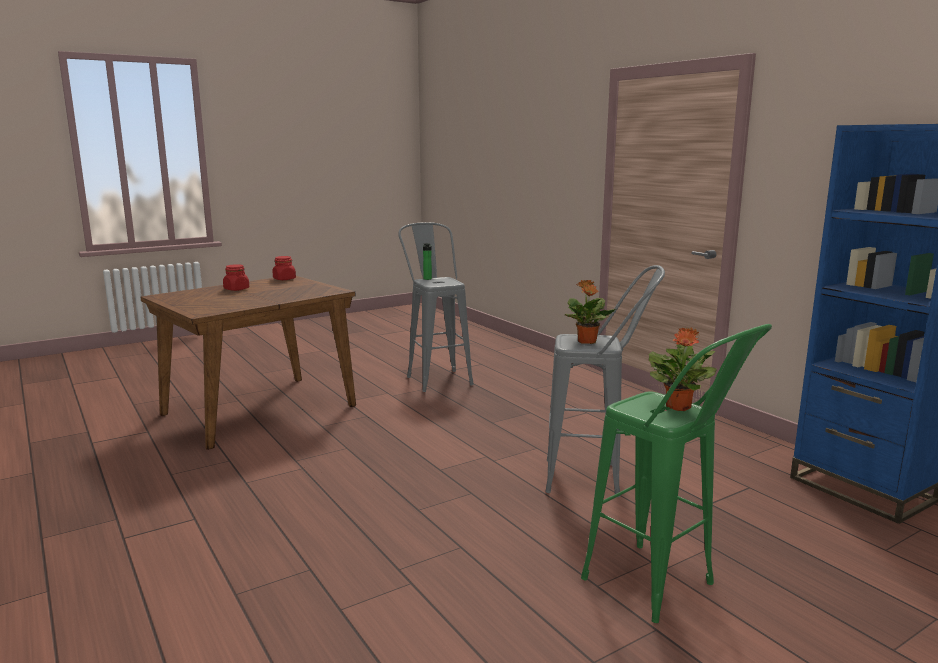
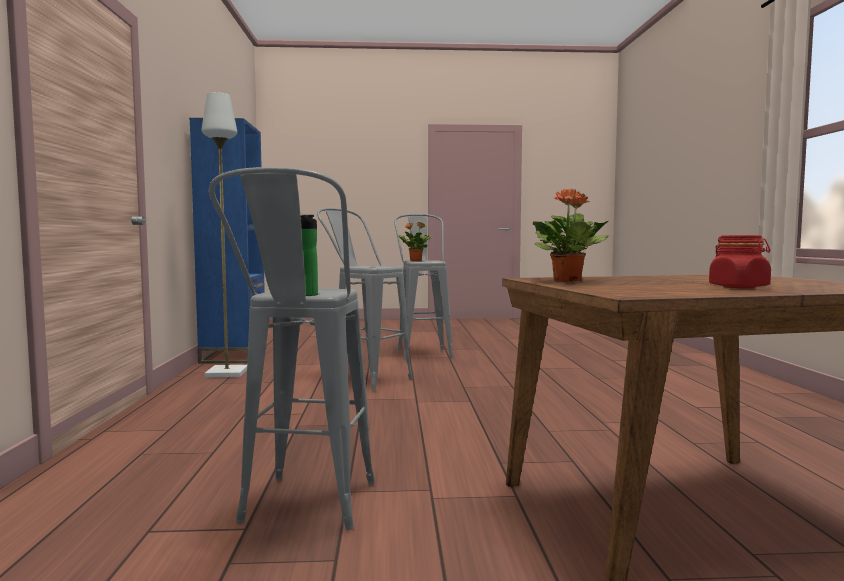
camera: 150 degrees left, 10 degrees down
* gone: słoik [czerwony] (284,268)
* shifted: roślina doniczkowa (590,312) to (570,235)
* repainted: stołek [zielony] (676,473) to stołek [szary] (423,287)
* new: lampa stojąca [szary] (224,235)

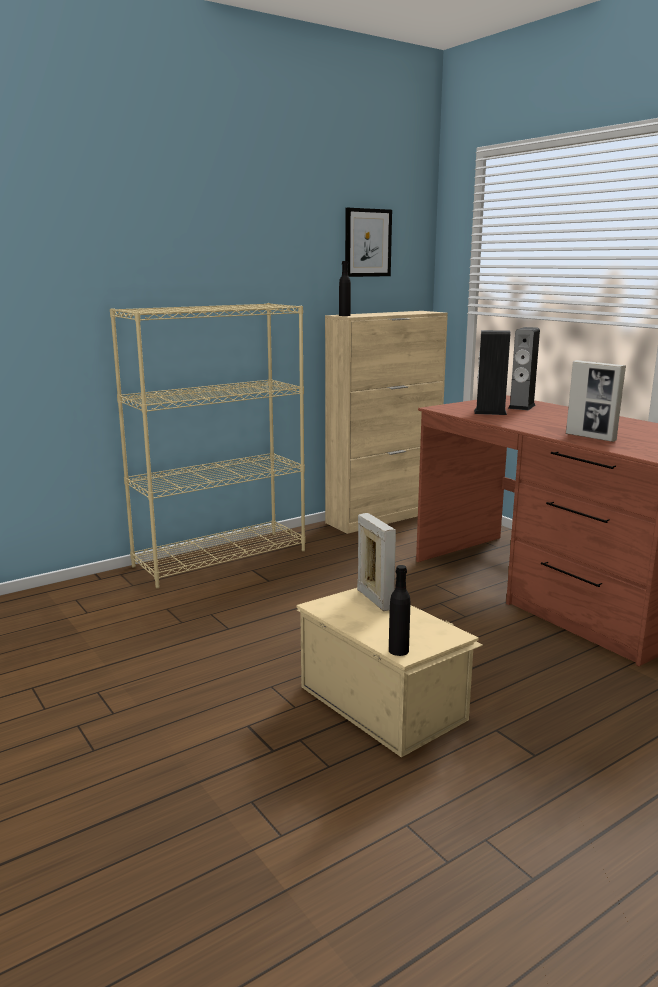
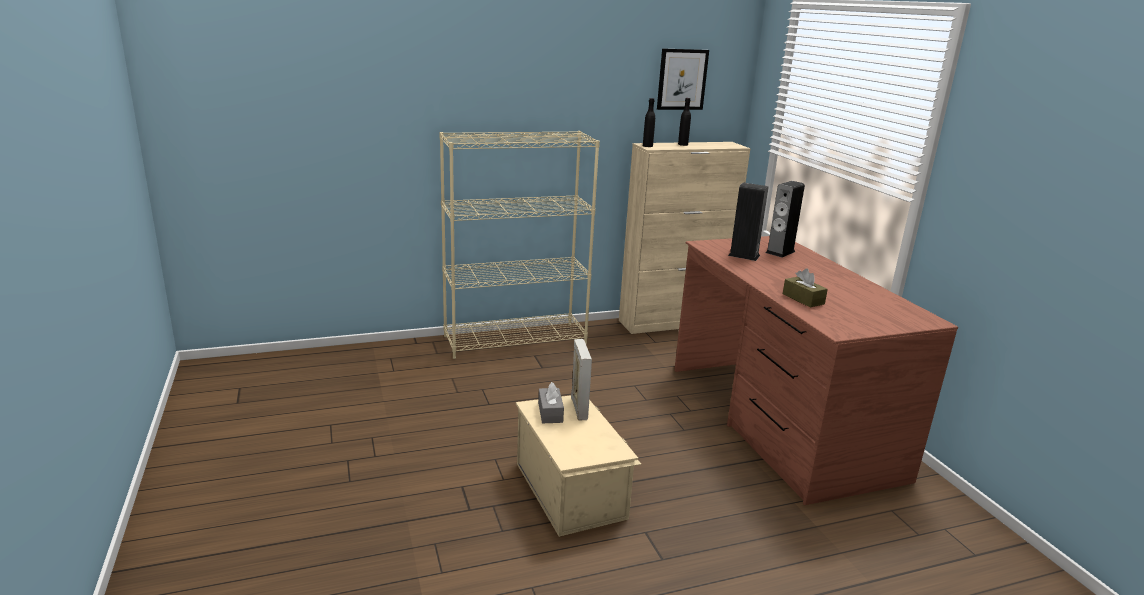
camera: 15 degrees right, 5 degrees up
* swapped: ramka na zdjęcie (596,401) to pudełko chusteczek [brązowy] (805,288)
* shifted: butelka [czarny] (399,610) to (684,122)
* new: pudełko chusteczek [szary] (551,402)

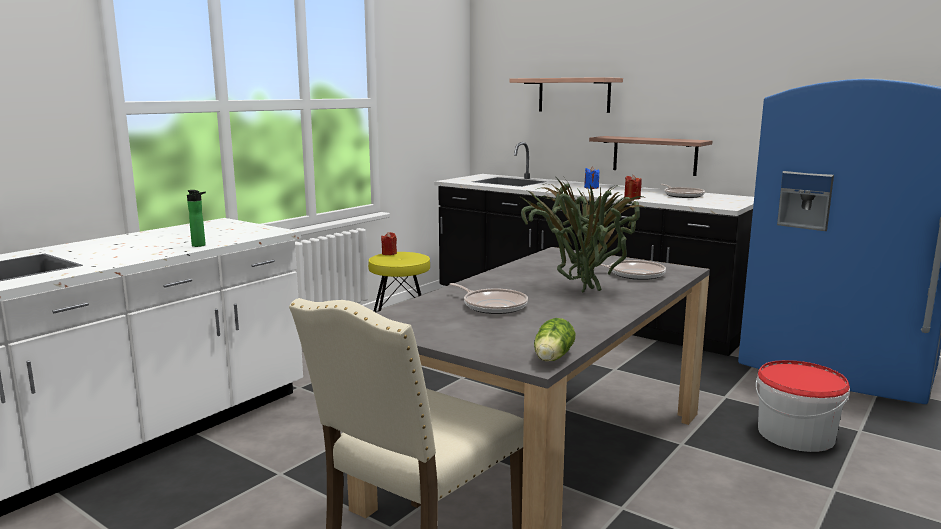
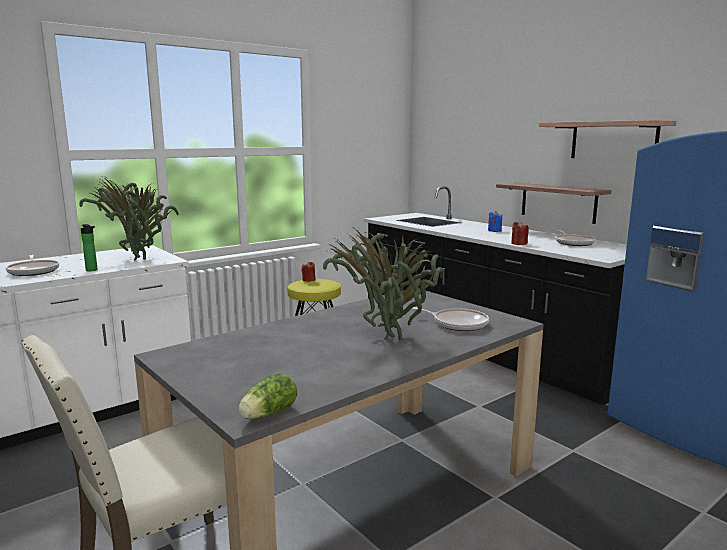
camera: 15 degrees right, 0 degrees up
* shifted: półka (566,95) to (607,139)
* shifted: patelnia (489,298) to (32,265)
* gone: wiadro (803,406)
* new: roślina doniczkowa (129,217)

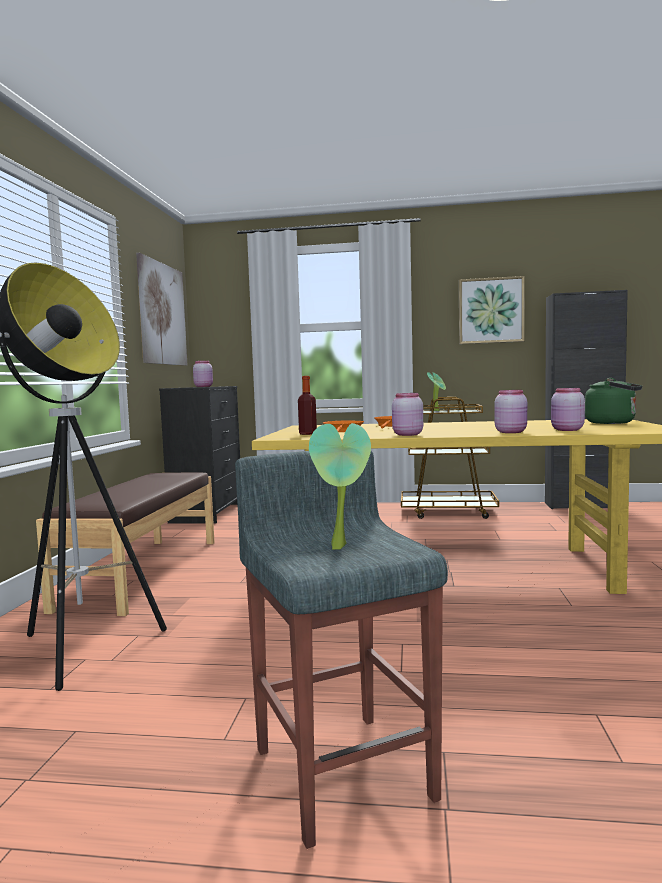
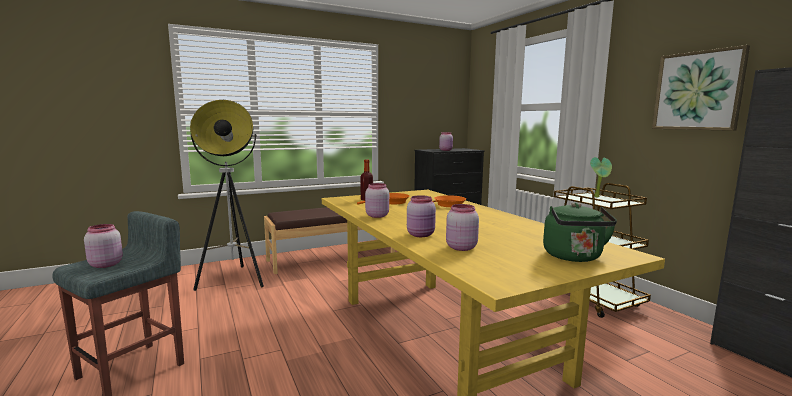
camera: 55 degrees right, 5 degrees up
* gone: obraz (161,309)
* swapped: roślina doniczkowa (340,486) to słoik [różowy] (103,246)

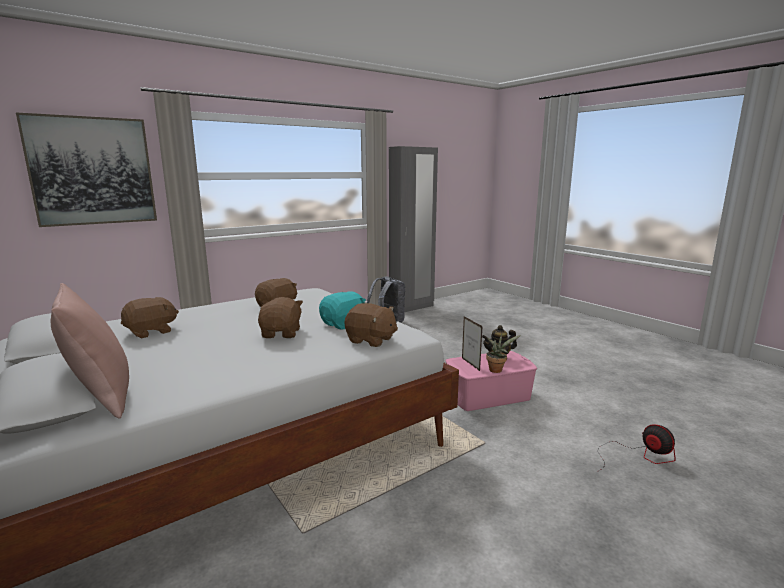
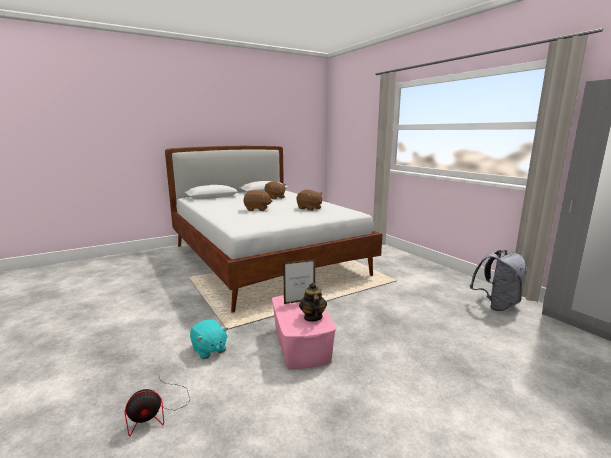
camera: 95 degrees right, 0 degrees up
* gone: obraz (86,170)
* gone: poduszka [różowy] (90,351)
* shifted: pluszak [turkusowy] (342,310) to (209,339)
* gone: pluszak [brązowy] (371,325)
* gone: roślina doniczkowa (503,353)

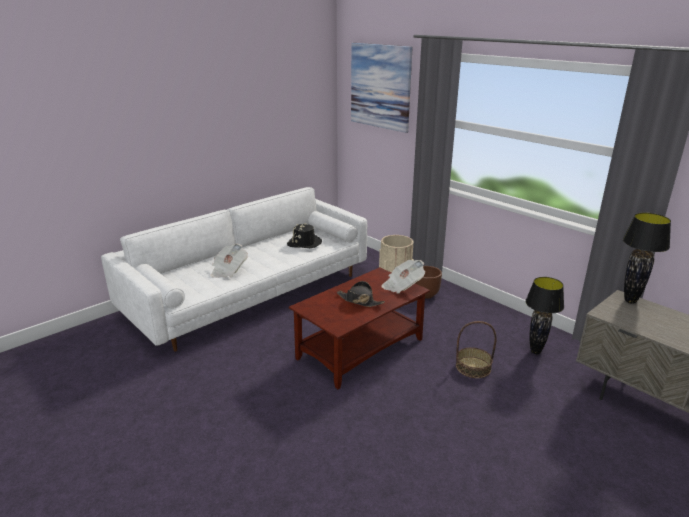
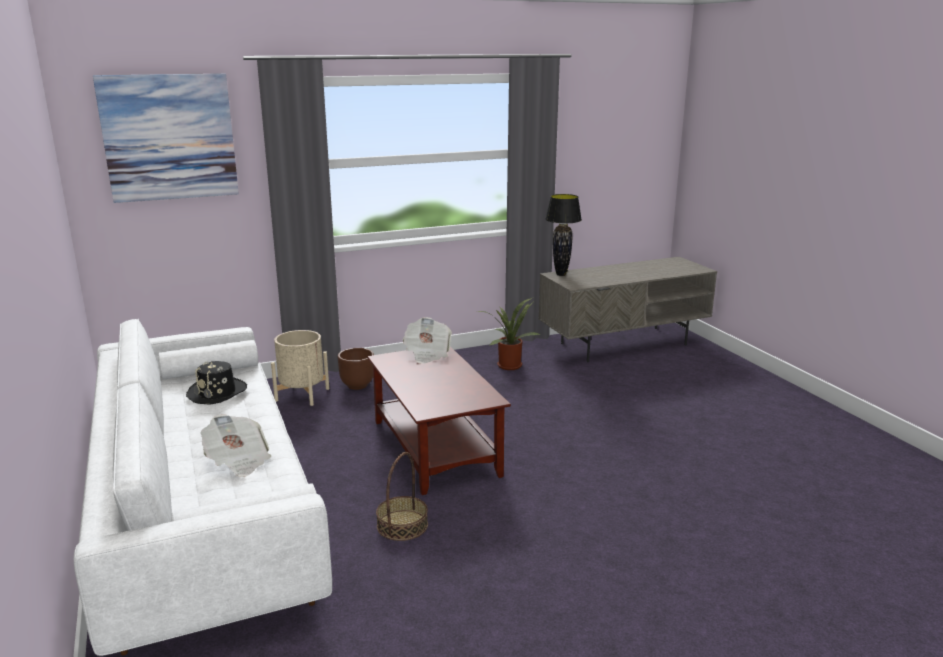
camera: 70 degrees left, 5 degrees down
* swapped: lampa stołowa [czarny] (544,315) to roślina doniczkowa (508,333)
* gone: kapelusz [czarny] (361,294)
* shifted: koszyk (476,349) to (402,496)

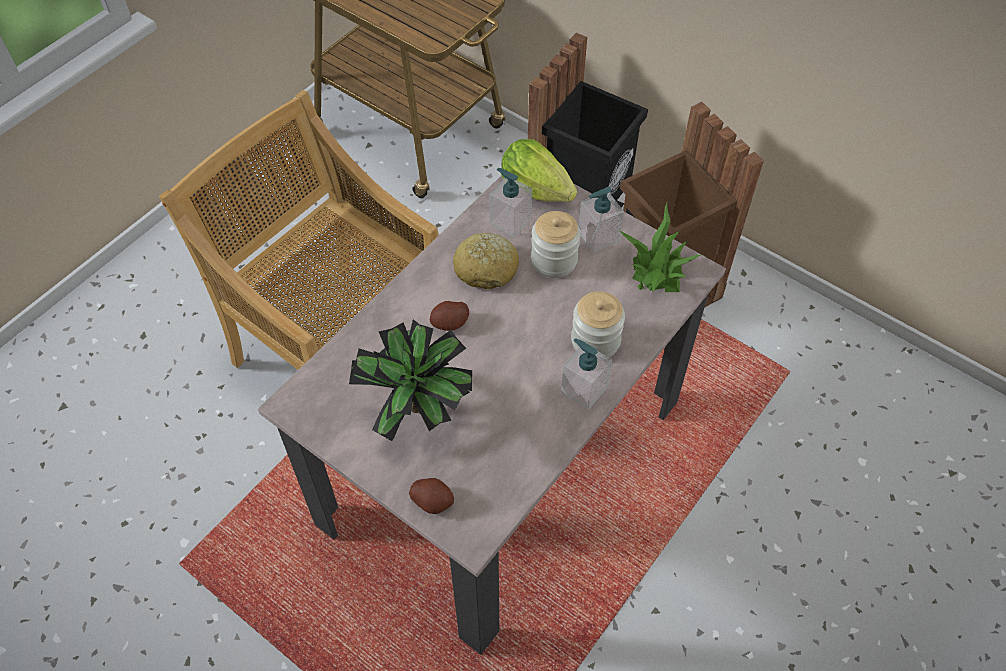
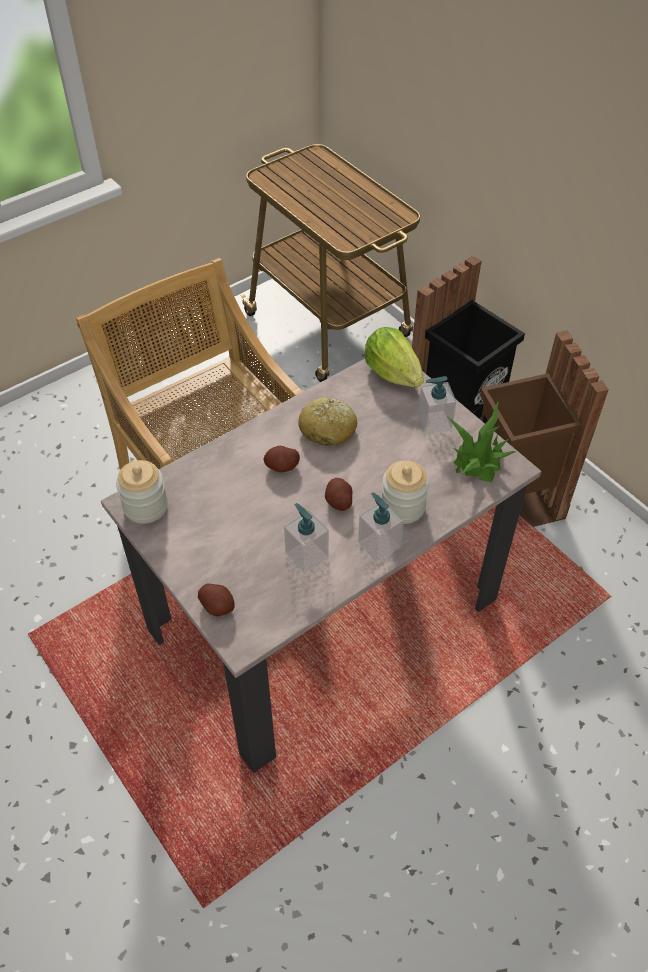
camera: 15 degrees right, 5 degrees down
* shifted: dozownik mydła (510,202) to (306,538)
* shifted: słoik (556,244) to (142,492)
* gone: roślina doniczkowa (410,380)
* new: ziemniak (339,494)

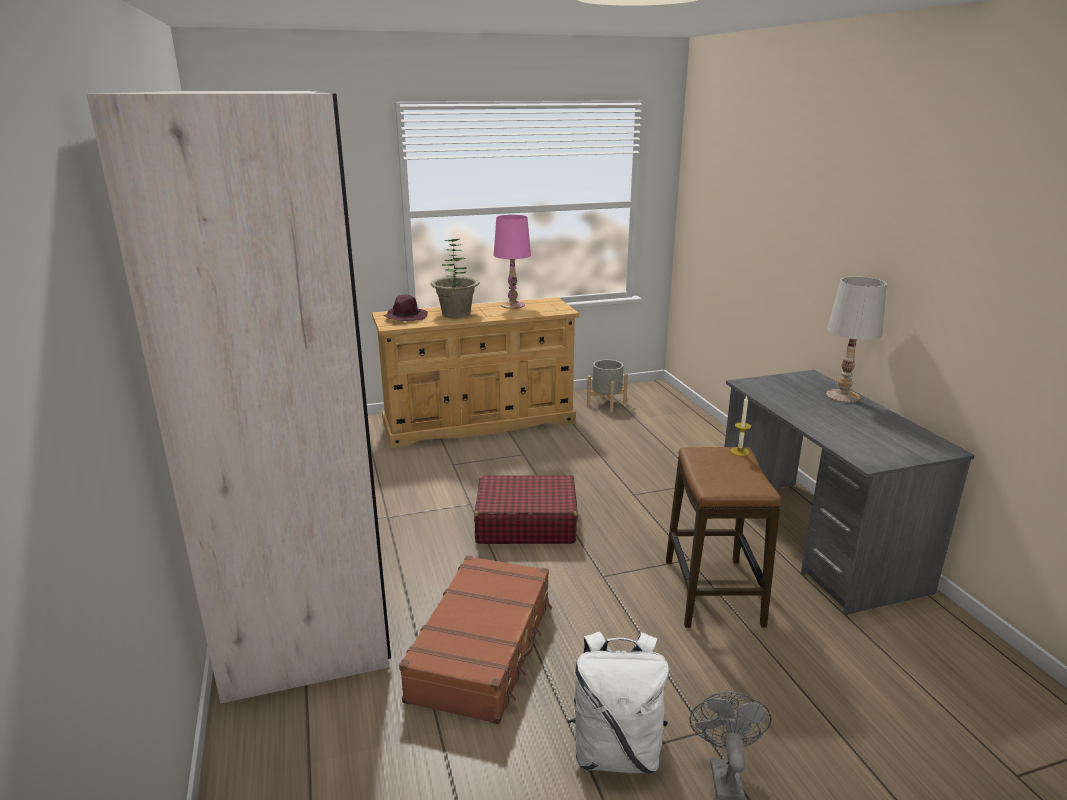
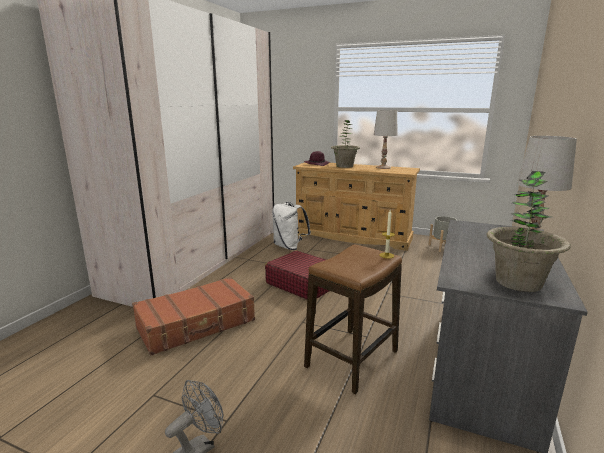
camera: 40 degrees right, 5 degrees down
* repainted: lampa stołowa [różowy] (512,262) to lampa stołowa [biały] (386,139)
* shifted: plecak [biały] (618,702) to (291,226)
* new: roślina doniczkowa (528,231)

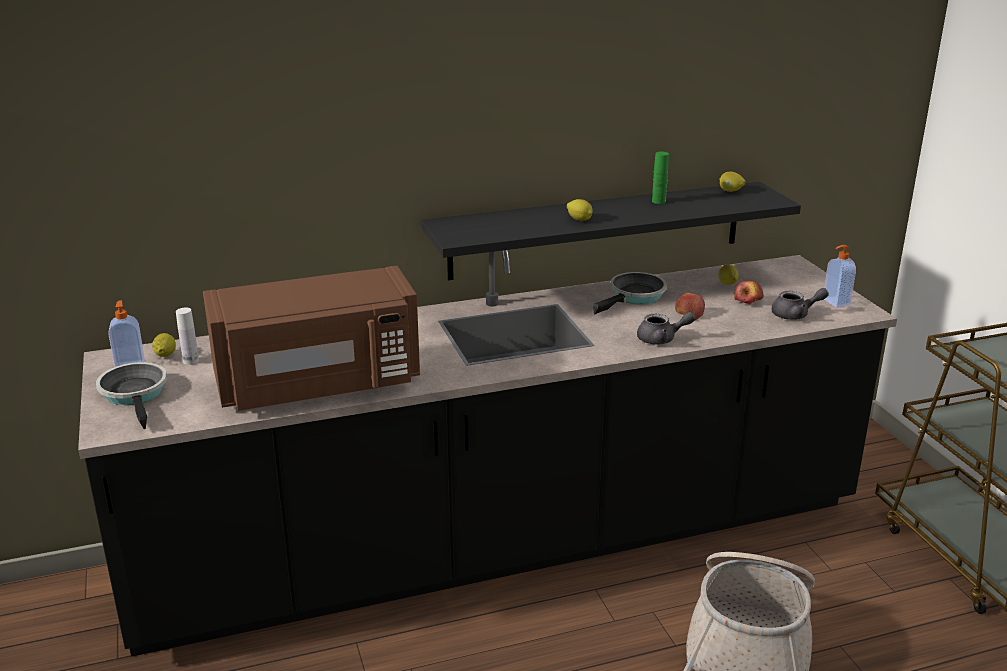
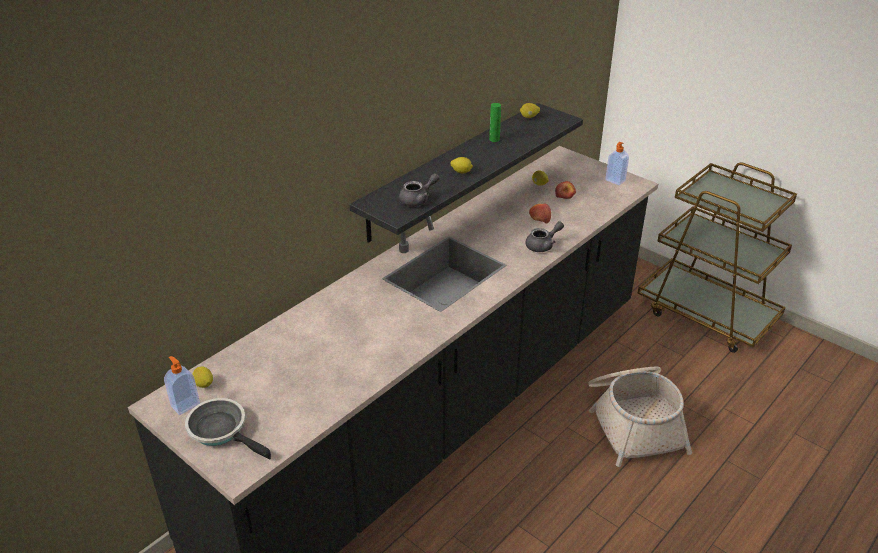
camera: 30 degrees left, 10 degrees up
* gone: mikrofalówka [brązowy] (311,338)
* gone: patelnia (630,293)
* shifted: imbryk [szary] (800,304) to (419,190)
* gone: butelka [biały] (187,336)

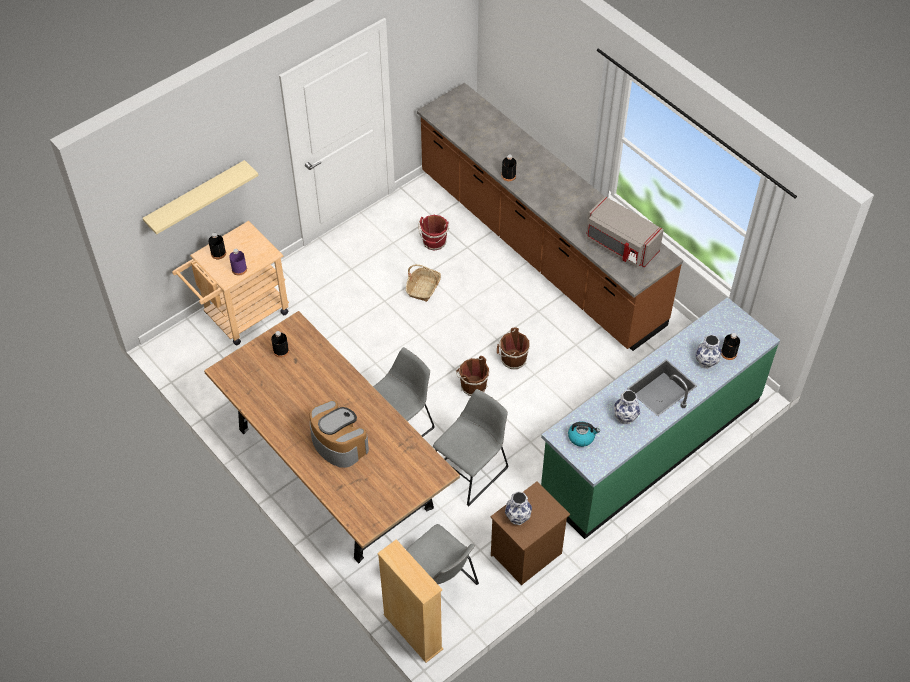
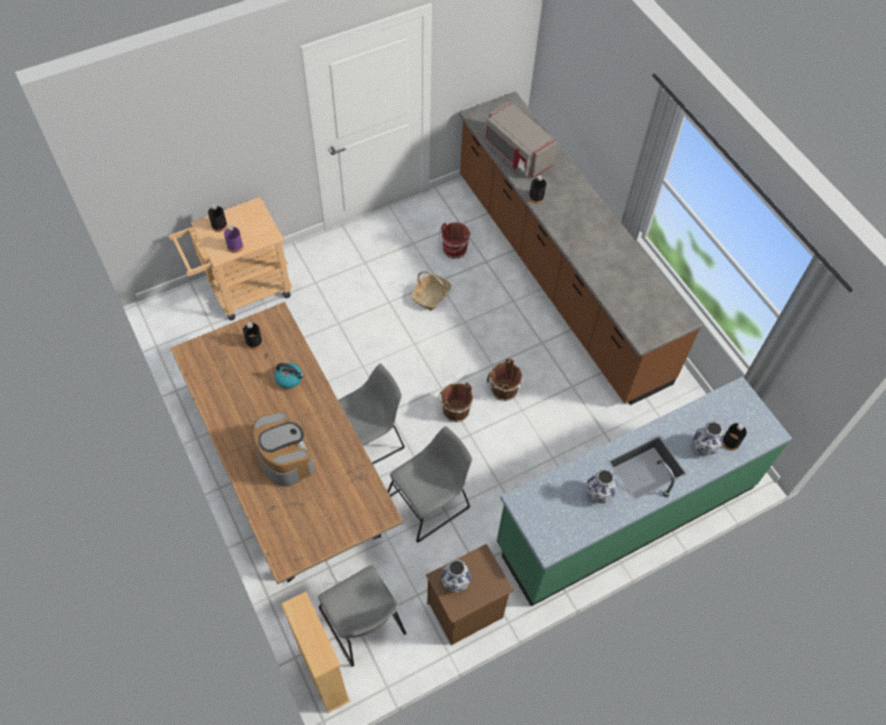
camera: 10 degrees right, 5 degrees up
* gone: półka [beżowy] (201,197)
* shifted: mikrofalówka [szary] (625,232) to (521,140)
* shifted: czajnik (584,434) to (289,376)

